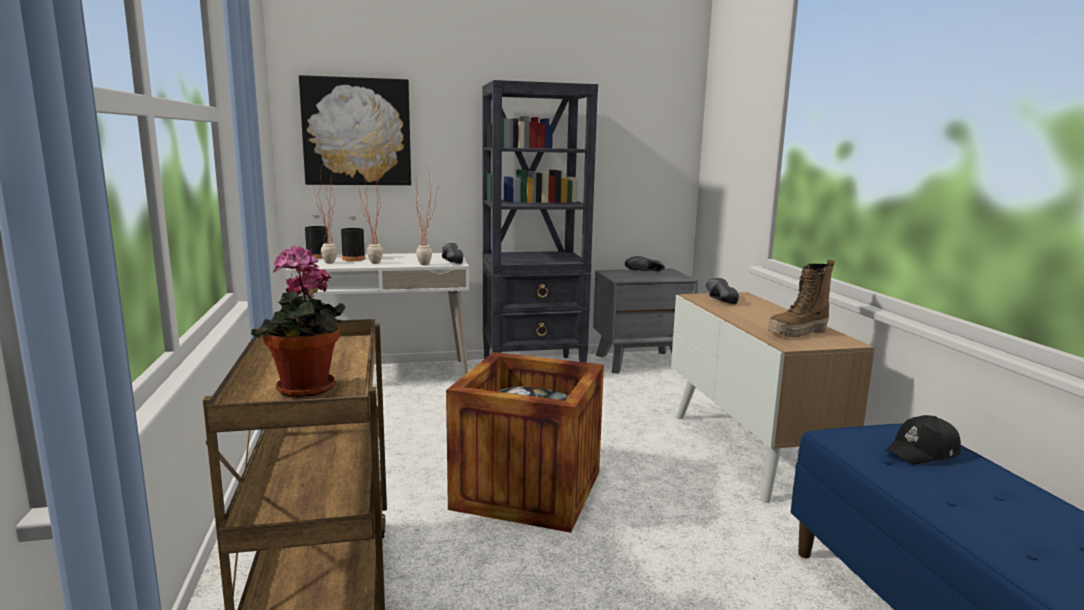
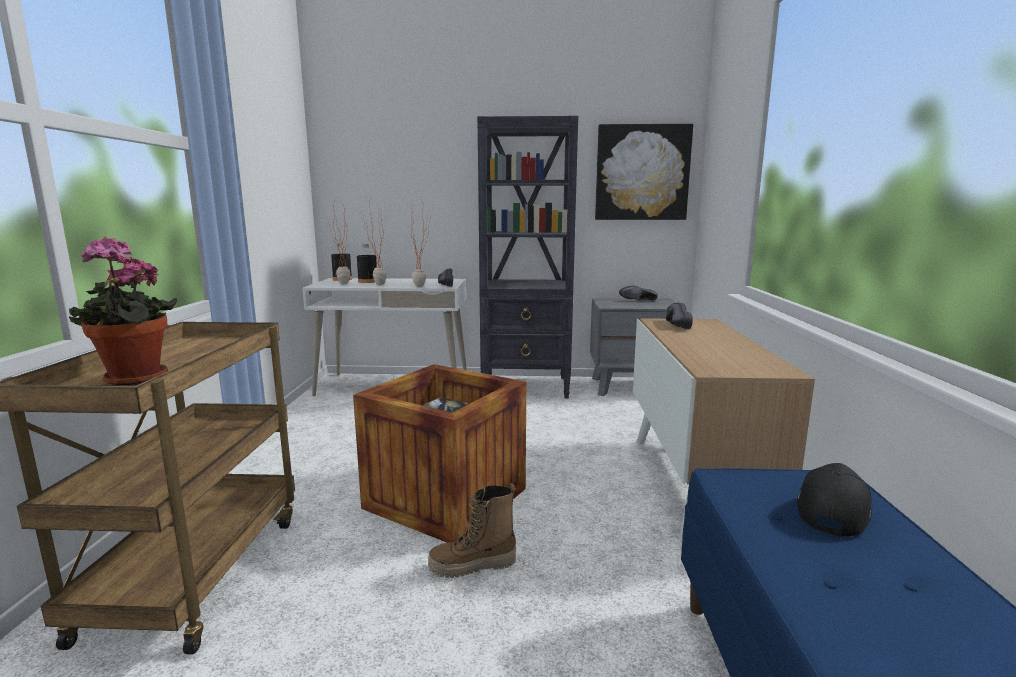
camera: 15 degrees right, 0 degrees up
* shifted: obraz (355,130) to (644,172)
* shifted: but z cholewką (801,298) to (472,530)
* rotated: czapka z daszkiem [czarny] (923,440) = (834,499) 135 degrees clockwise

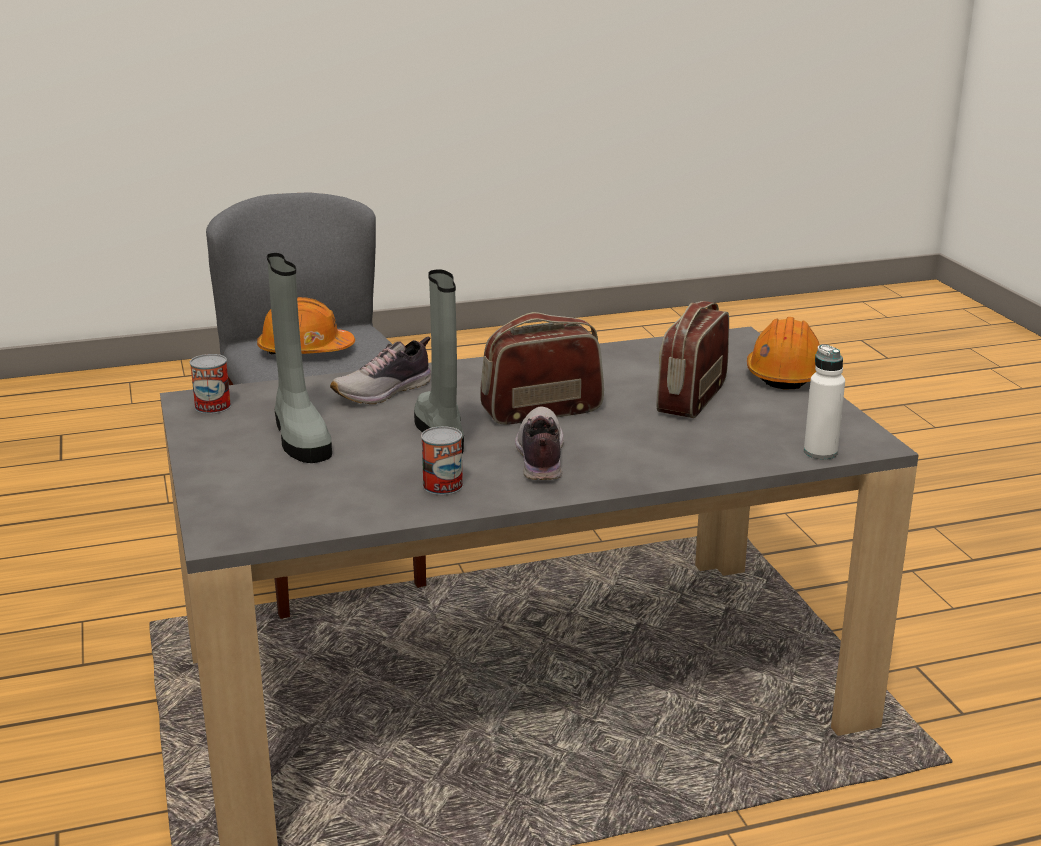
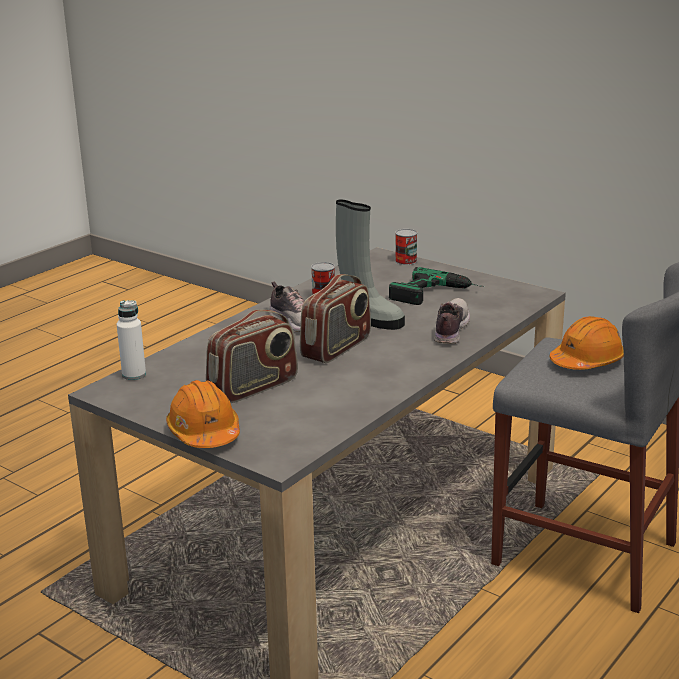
camera: 145 degrees right, 0 degrees up
* swapped: but z cholewką [szary] (299,358) to wiertarka (437,286)
* rotated: radio (692,359) = (252,356) 60 degrees clockwise
* shifted: puszka (210,384) to (406,247)

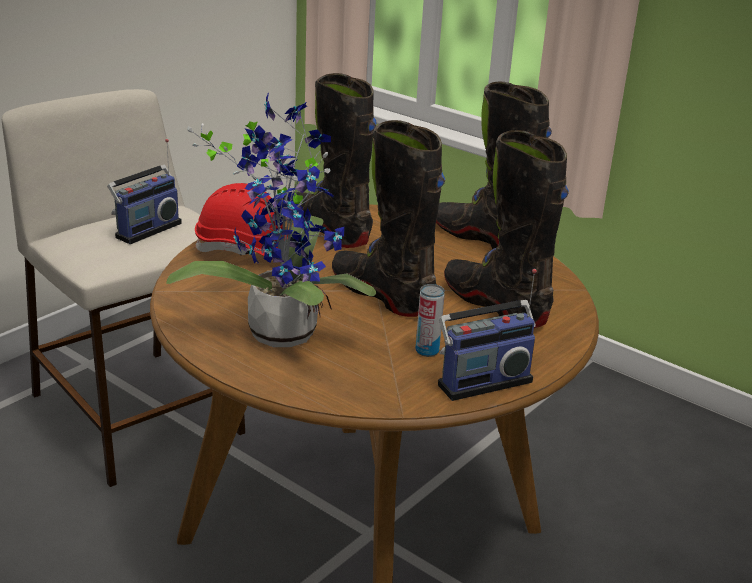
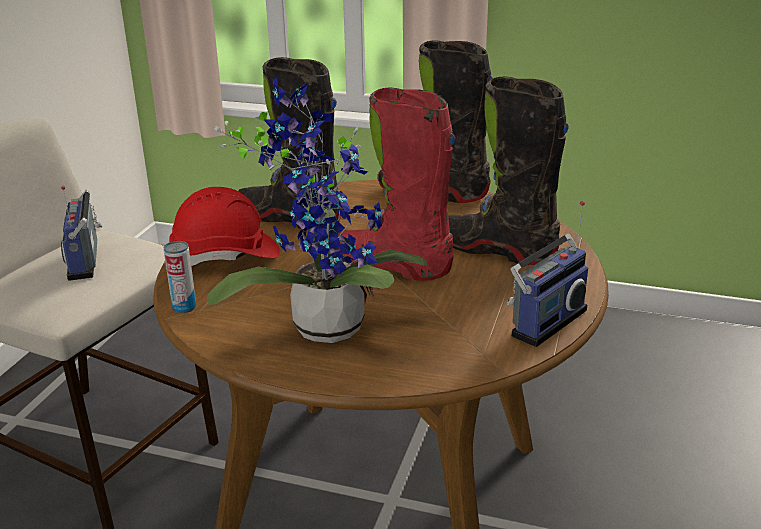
camera: 20 degrees left, 0 degrees up
* repainted: but z cholewką [czarny] (388,218) to but z cholewką [czerwony] (396,184)
* rotated: radio (144,191) = (81,233) 150 degrees clockwise
* shifted: puszka (430,320) to (179,277)

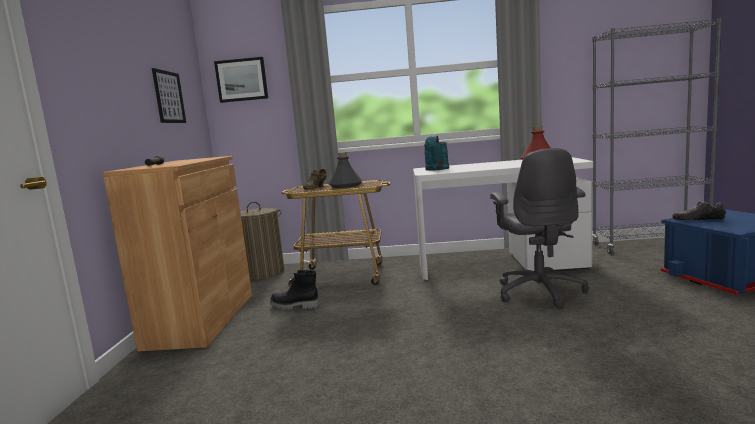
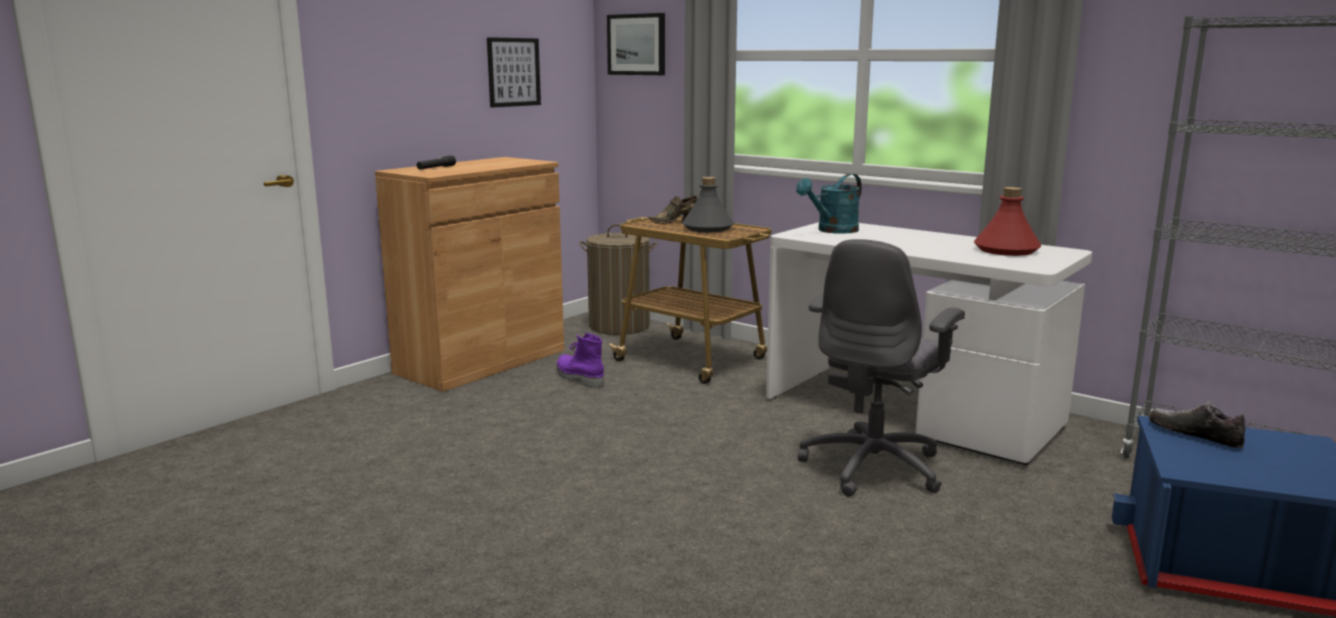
camera: 35 degrees right, 5 degrees up
* repainted: but z cholewką [czarny] (294,290) to but z cholewką [fioletowy] (580,360)

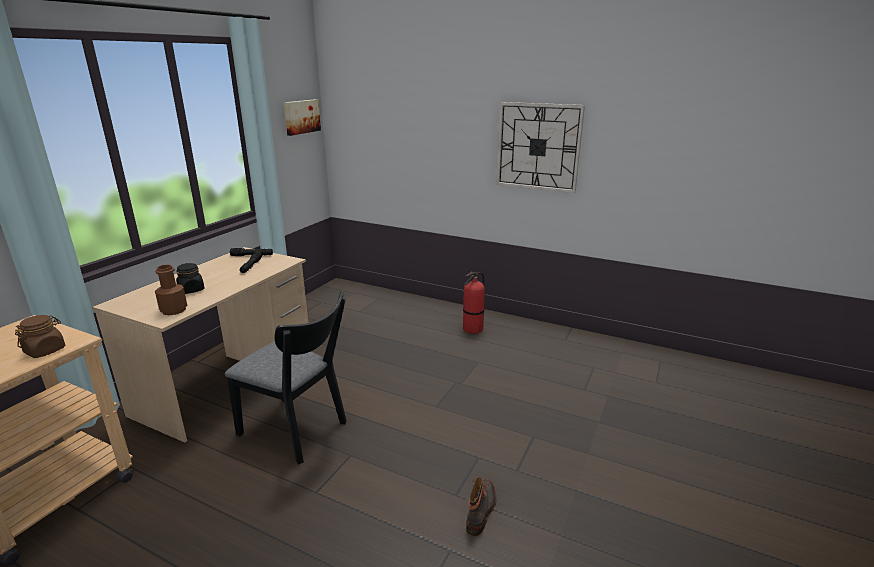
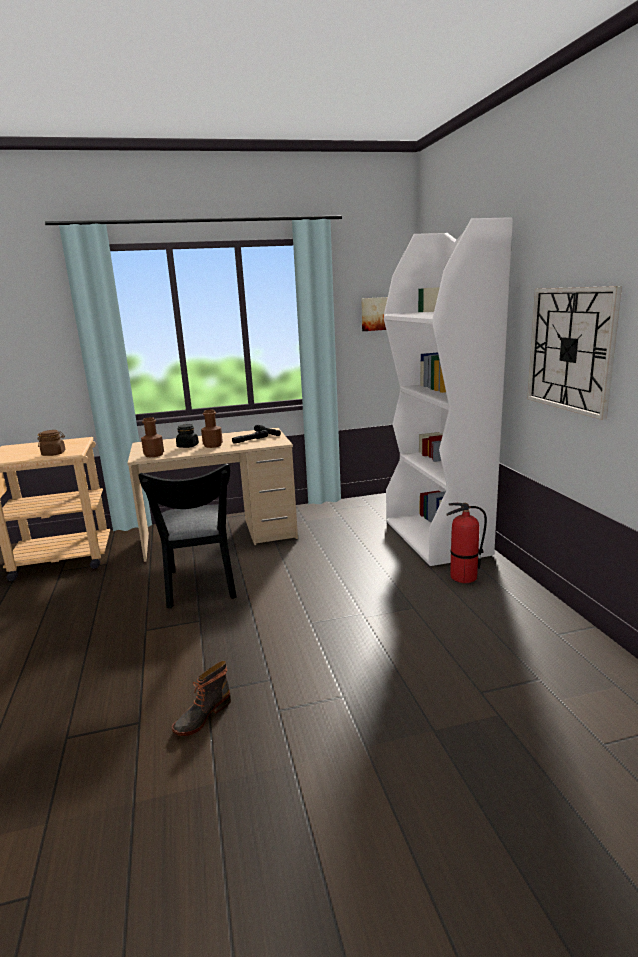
camera: 50 degrees right, 5 degrees down
* rotated: but z cholewką (481,506) = (201,698) 150 degrees clockwise
* new: regał [biały] (448,391)
* new: butelka [brązowy] (212,429)

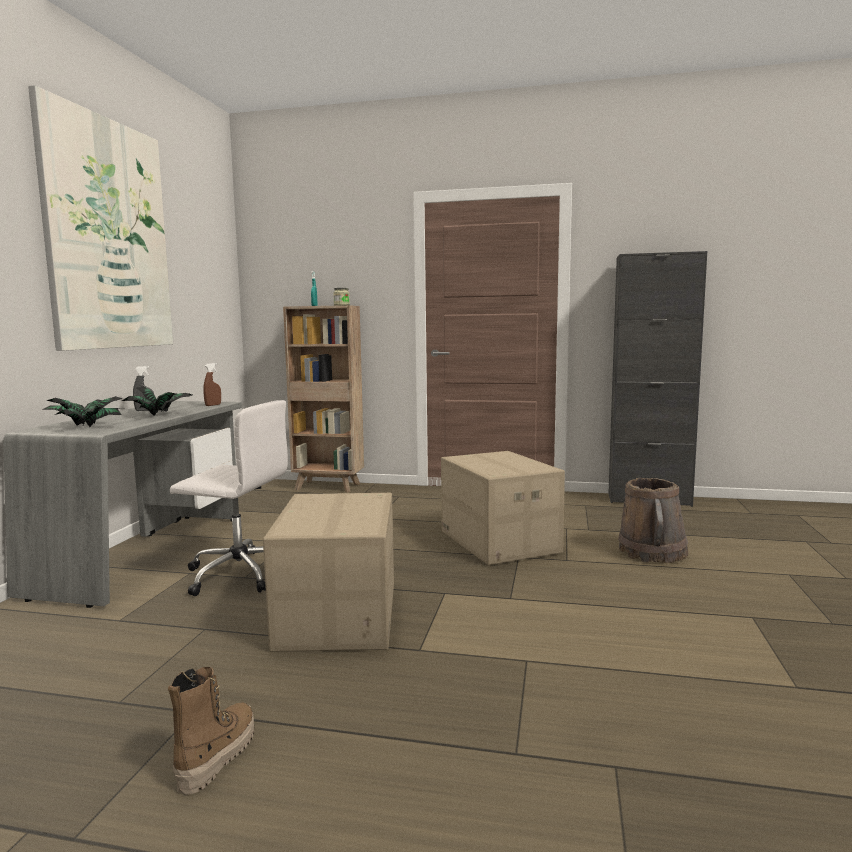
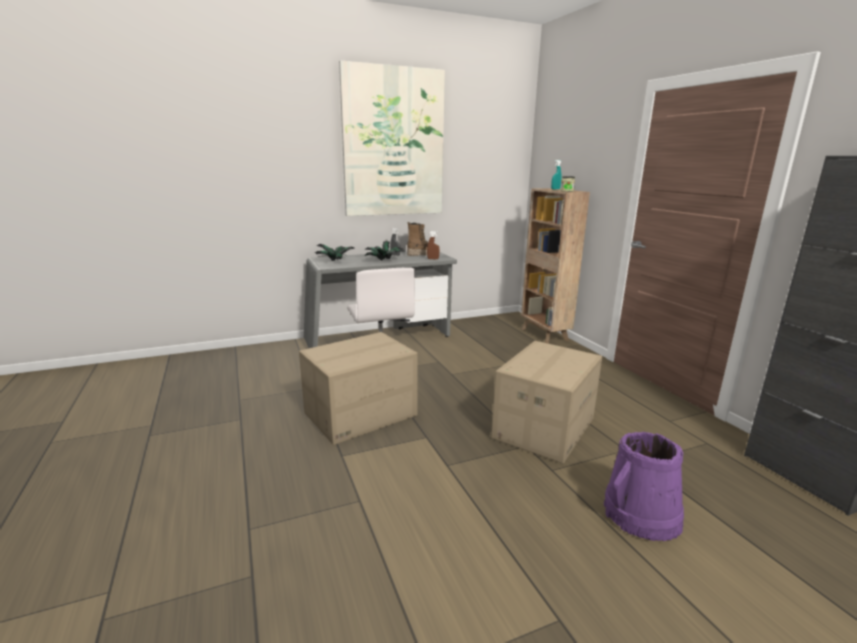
camera: 55 degrees right, 10 degrees up
* repainted: wiadro [brązowy] (653,520) to wiadro [fioletowy] (644,486)
* shifted: but z cholewką (211,731) to (423,239)

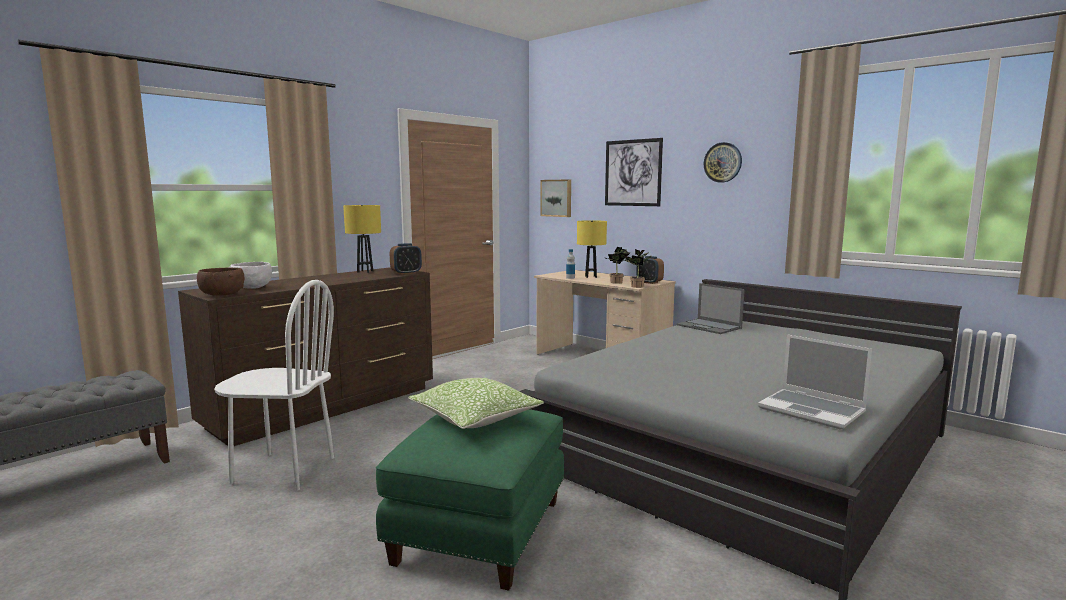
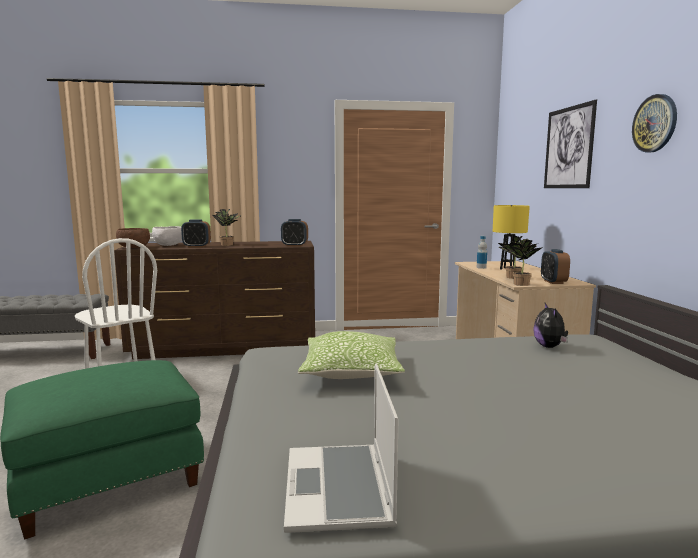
camera: 40 degrees right, 0 degrees up
* gone: obraz (555,198)
* gone: lampa stołowa [żółty] (362,239)
* swapped: laptop (711,308) to pluszak (550,325)
* shifted: poduszka (476,403) to (351,355)
* new: roślina doniczkowa (227,227)
* new: budzik (196,233)

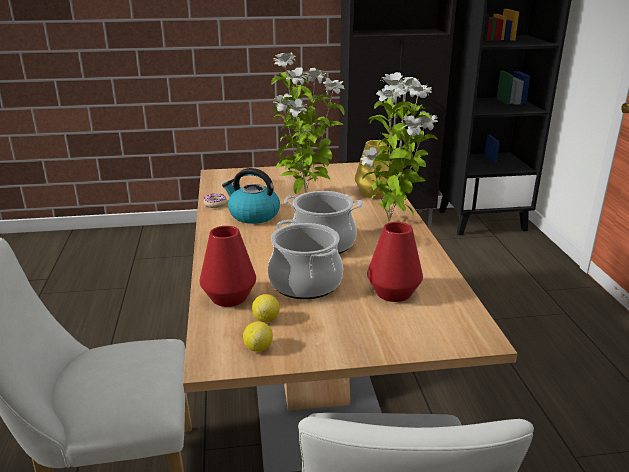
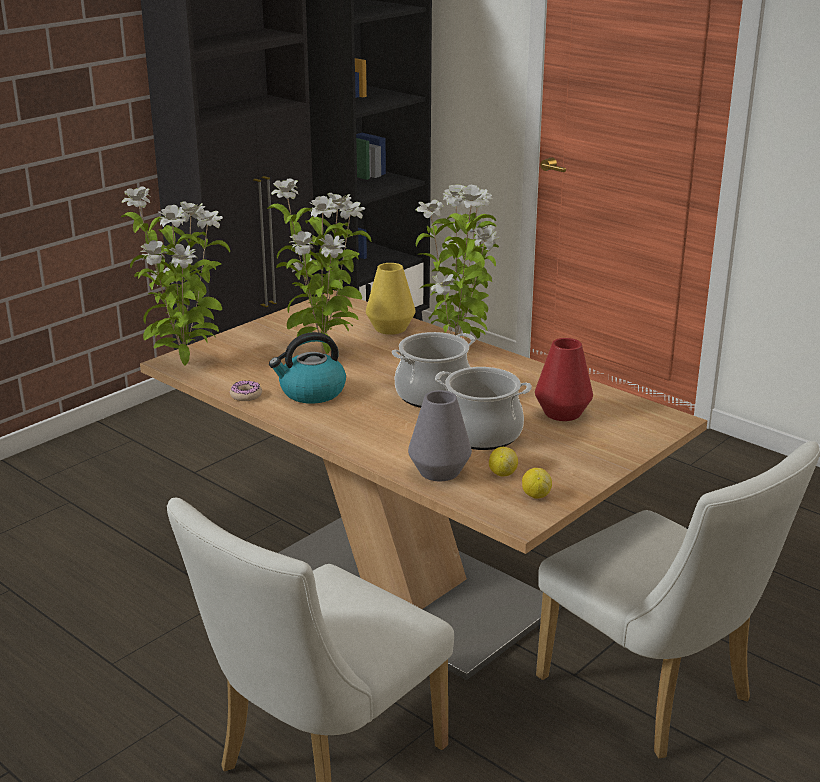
camera: 40 degrees left, 0 degrees up
* repainted: wazon [czerwony] (227,266) to wazon [szary] (440,435)
* new: roślina doniczkowa (175,276)

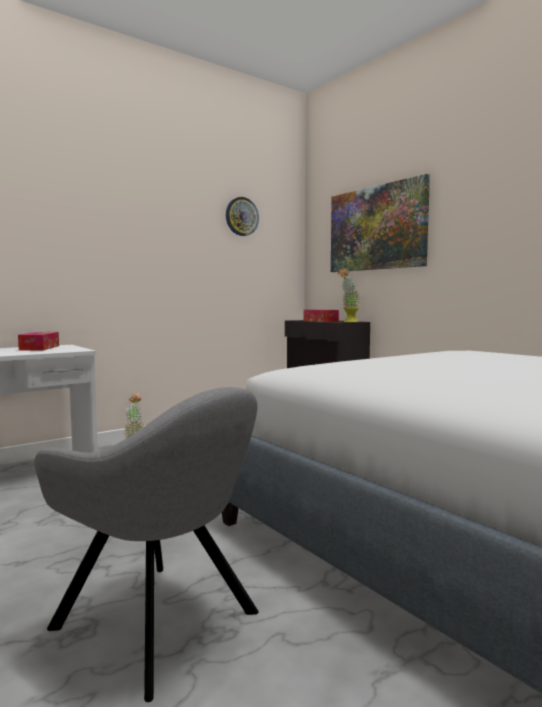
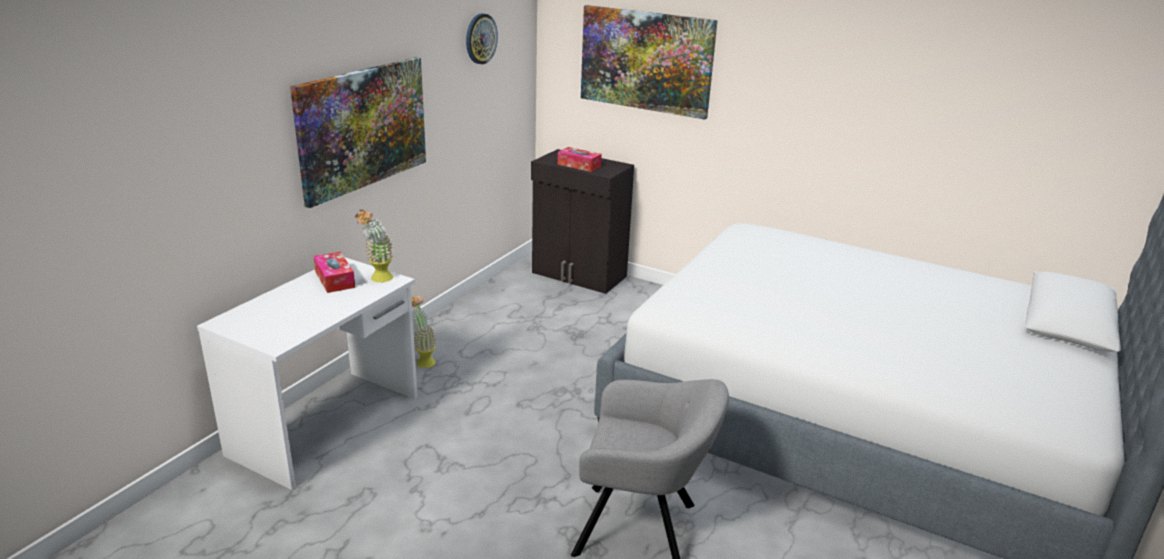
camera: 25 degrees left, 20 degrees up
* shifted: roślina doniczkowa (349,295) to (374,246)
* new: obraz (358,132)

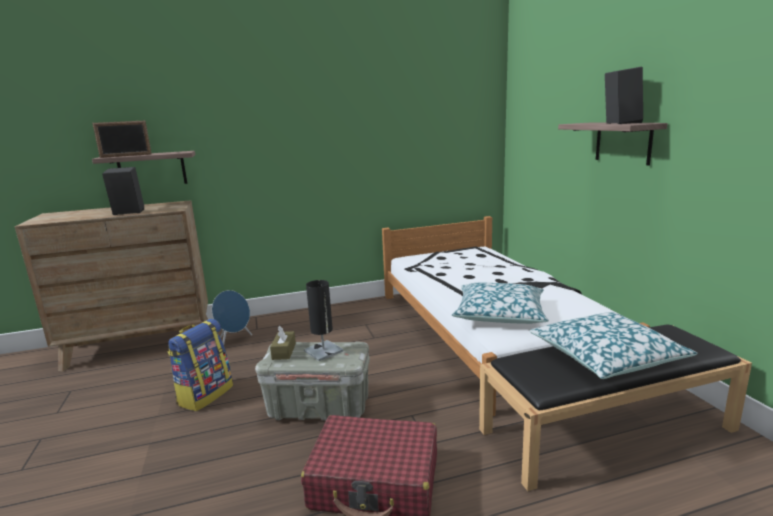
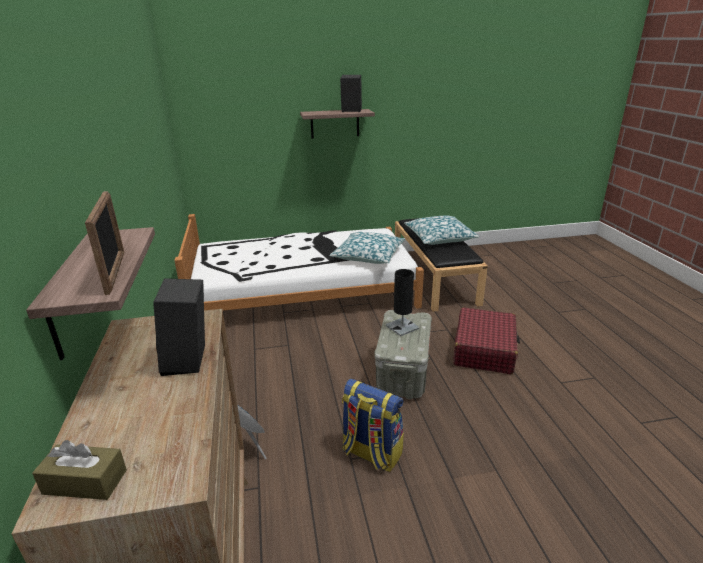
camera: 85 degrees left, 10 degrees up
* shifted: pudełko chusteczek [brązowy] (283,343) to (79,470)

